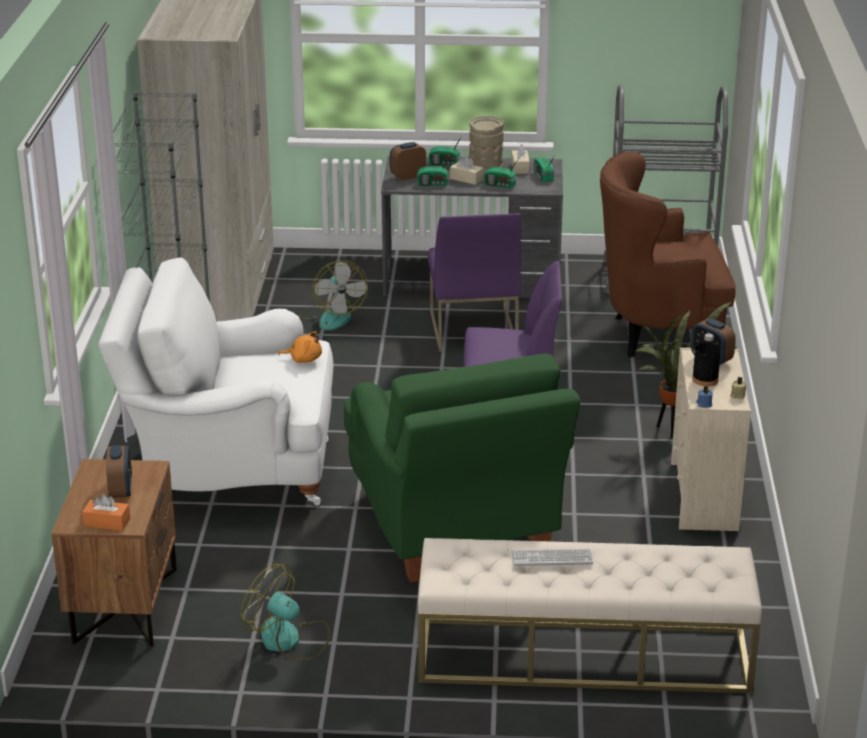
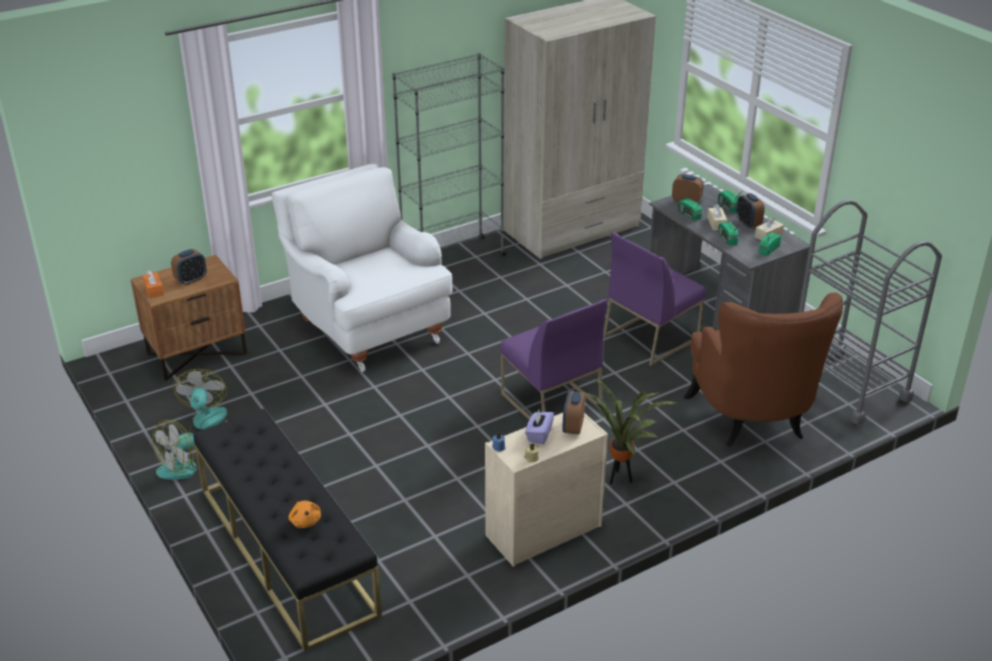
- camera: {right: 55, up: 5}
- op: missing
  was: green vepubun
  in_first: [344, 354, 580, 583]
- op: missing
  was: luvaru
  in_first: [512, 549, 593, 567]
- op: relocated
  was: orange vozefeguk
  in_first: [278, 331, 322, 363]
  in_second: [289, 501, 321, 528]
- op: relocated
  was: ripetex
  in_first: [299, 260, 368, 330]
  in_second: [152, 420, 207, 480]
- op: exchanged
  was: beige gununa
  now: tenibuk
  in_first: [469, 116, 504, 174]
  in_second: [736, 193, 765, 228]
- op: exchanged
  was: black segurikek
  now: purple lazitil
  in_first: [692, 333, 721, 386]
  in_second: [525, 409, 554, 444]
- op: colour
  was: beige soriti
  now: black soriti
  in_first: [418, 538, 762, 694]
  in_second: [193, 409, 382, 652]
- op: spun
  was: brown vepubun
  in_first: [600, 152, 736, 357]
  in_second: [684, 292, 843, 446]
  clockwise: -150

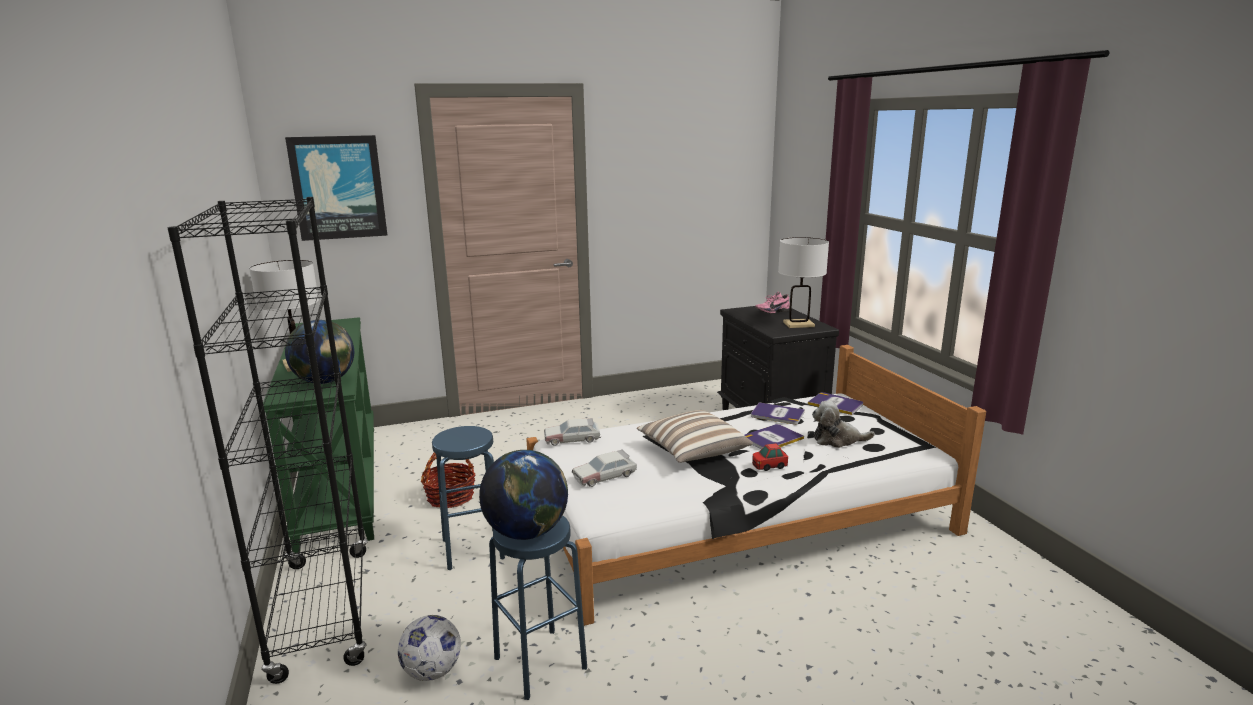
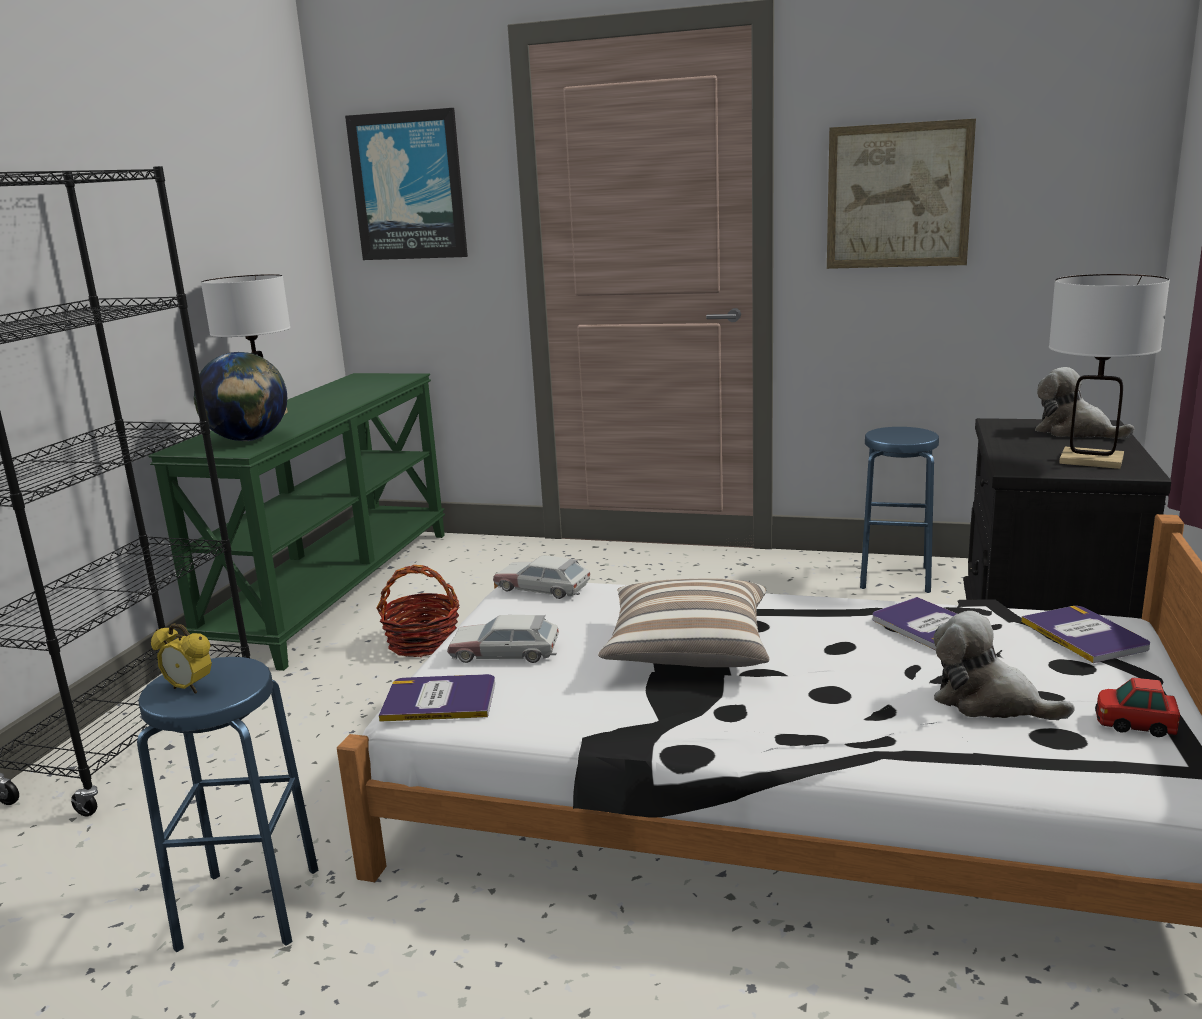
- camera: {right: 35, up: 0}
- op: missing
  was: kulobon
  in_first: [398, 615, 461, 681]
- op: appeared
  now: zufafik
  in_second: [827, 119, 976, 269]
- op: relocated
  was: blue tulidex
  in_first: [432, 426, 505, 570]
  in_second: [860, 427, 939, 593]
- op: relocated
  was: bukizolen
  in_first: [745, 424, 804, 449]
  in_second: [379, 674, 495, 722]
- op: relocated
  was: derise
  in_first: [752, 443, 788, 471]
  in_second: [1096, 678, 1180, 737]
- op: exchanged
  was: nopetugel
  now: tenibuk
  in_first: [479, 450, 568, 540]
  in_second: [151, 624, 212, 694]
- op: exchanged
  was: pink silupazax
  now: vozefeguk
  in_first: [755, 292, 790, 314]
  in_second: [1035, 367, 1134, 439]

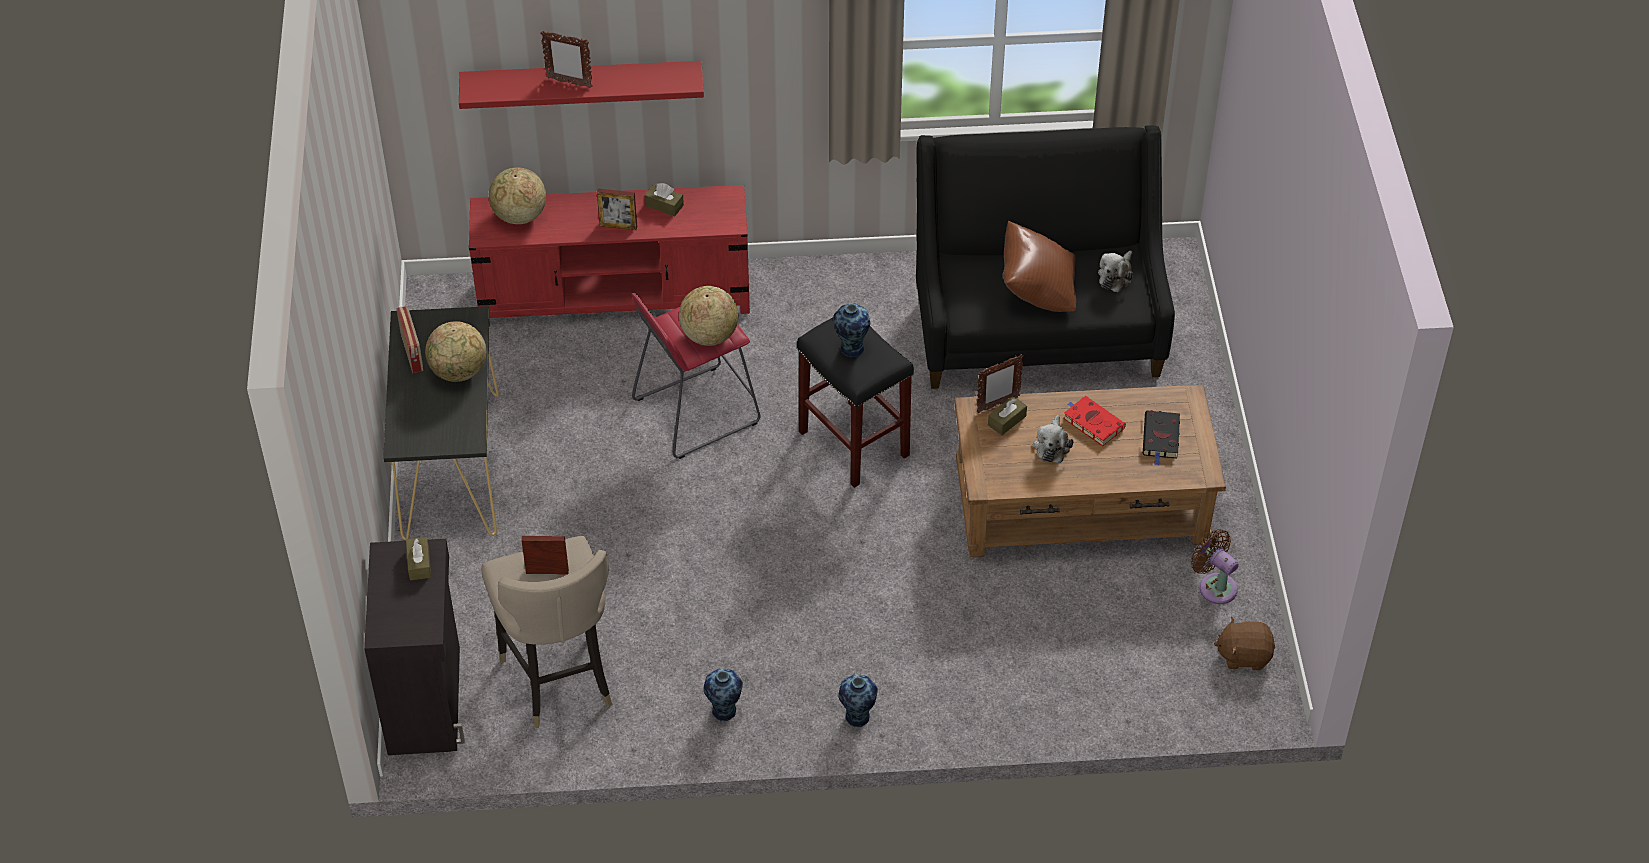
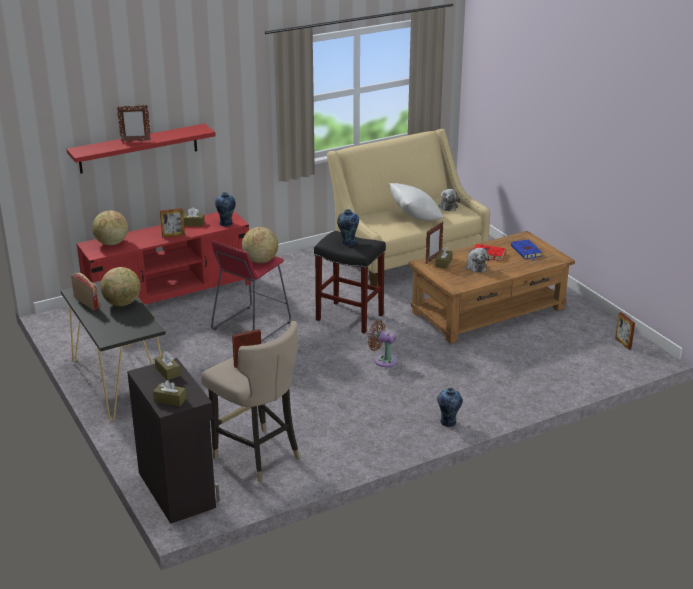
- camera: {right: -25, up: -20}
- op: appeared
  now: brown lazitil
  in_second: [153, 380, 186, 406]
- op: relocated
  was: gununa
  in_first: [703, 668, 743, 721]
  in_second: [215, 192, 236, 227]
- op: relocated
  was: brown ripetex
  in_first: [1191, 529, 1239, 604]
  in_second: [368, 320, 397, 367]
- op: exchanged
  was: brown vozefeguk
  now: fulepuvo
  in_first: [1214, 617, 1275, 670]
  in_second: [615, 312, 635, 350]
- op: colour
  was: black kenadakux
  now: beige kenadakux
  in_first: [916, 125, 1175, 389]
  in_second: [327, 129, 490, 287]
- op: colour
  was: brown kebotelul
  now: white kebotelul
  in_first: [1003, 220, 1076, 312]
  in_second: [389, 183, 443, 221]
- op: colour
  was: black bukizolen
  now: blue bukizolen
  in_first: [1143, 410, 1180, 465]
  in_second: [511, 239, 542, 261]

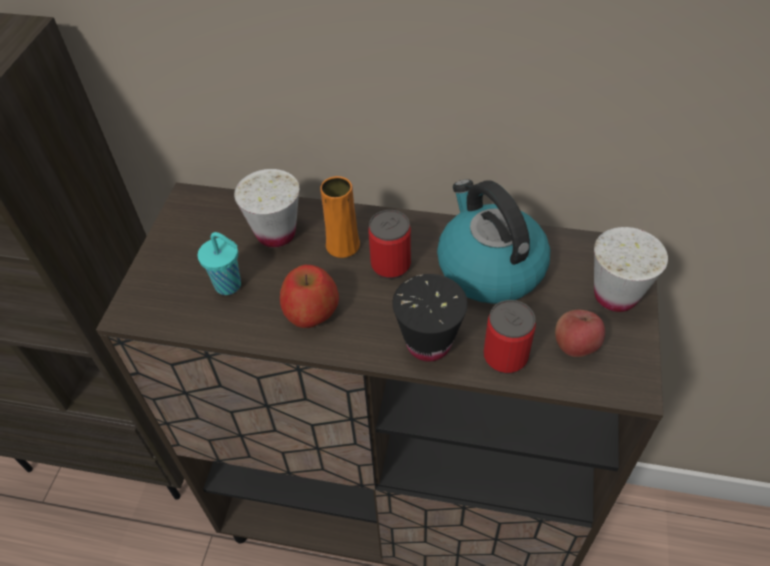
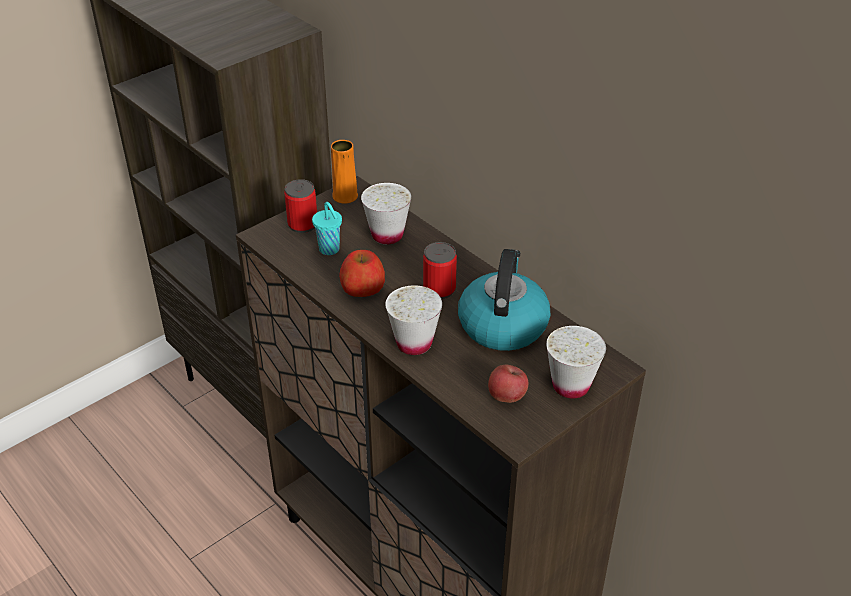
- camera: {right: 35, up: -10}
- op: relocated
  was: orange gununa
  in_first: [320, 176, 360, 258]
  in_second: [331, 140, 358, 204]
- op: relocated
  was: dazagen
  in_first: [483, 300, 536, 374]
  in_second: [284, 179, 317, 233]
- op: colour
  was: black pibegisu
  now: white pibegisu
  in_first: [392, 274, 468, 361]
  in_second: [385, 285, 442, 355]

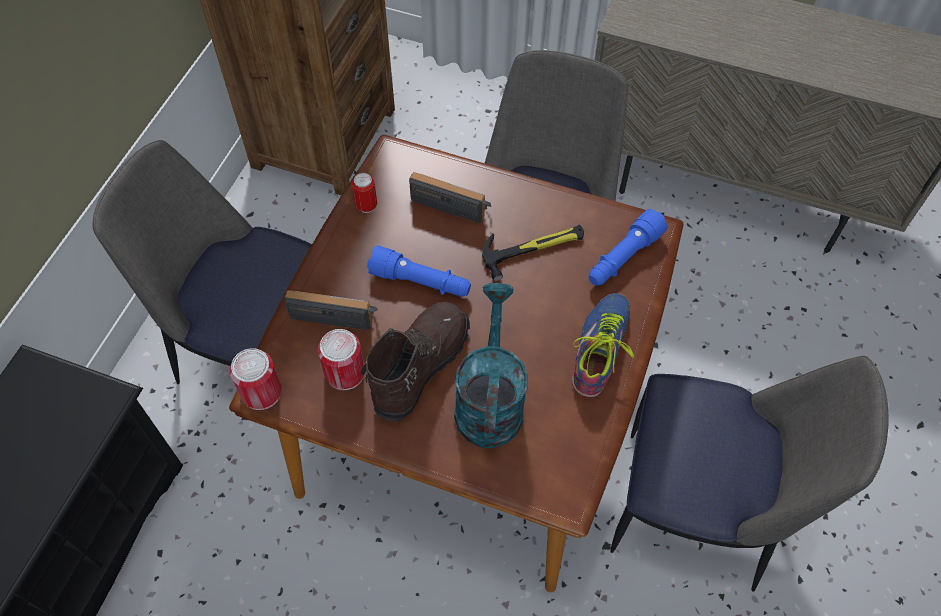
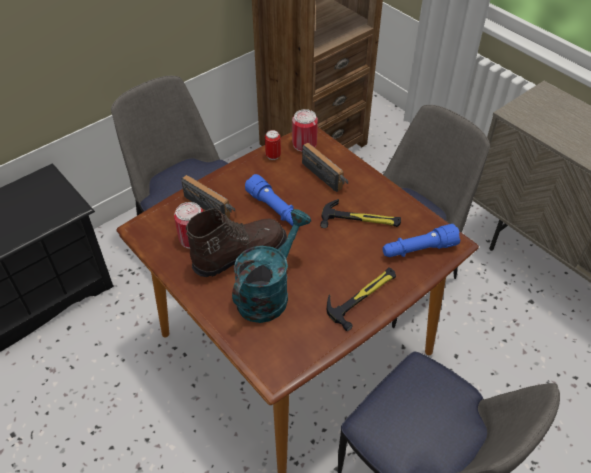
- camera: {right: 30, up: -10}
- op: relocated
  was: dazagen
  in_first: [230, 348, 282, 410]
  in_second: [292, 109, 318, 152]
- op: exchanged
  was: silupazax
  now: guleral
  in_first: [572, 293, 635, 397]
  in_second: [327, 267, 396, 331]

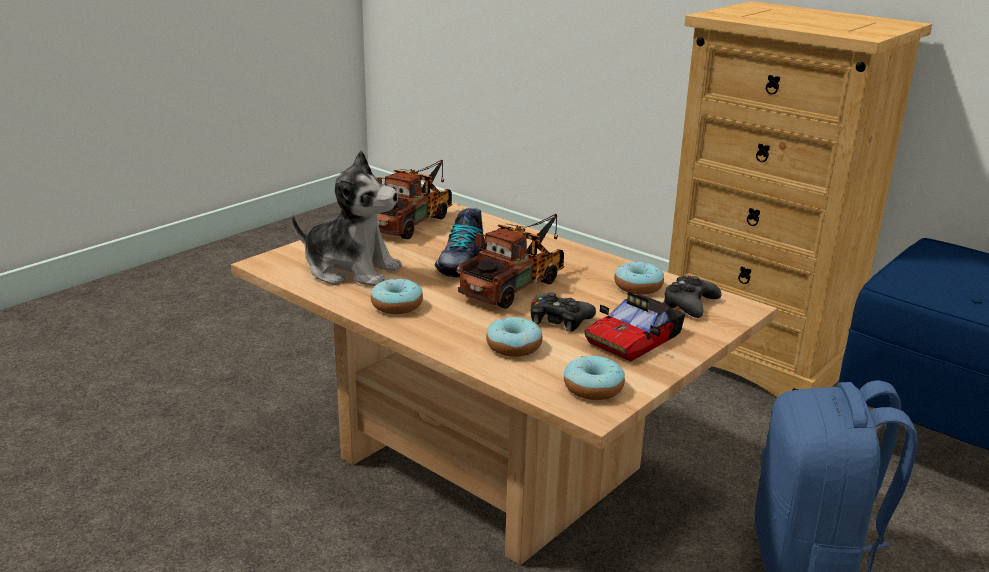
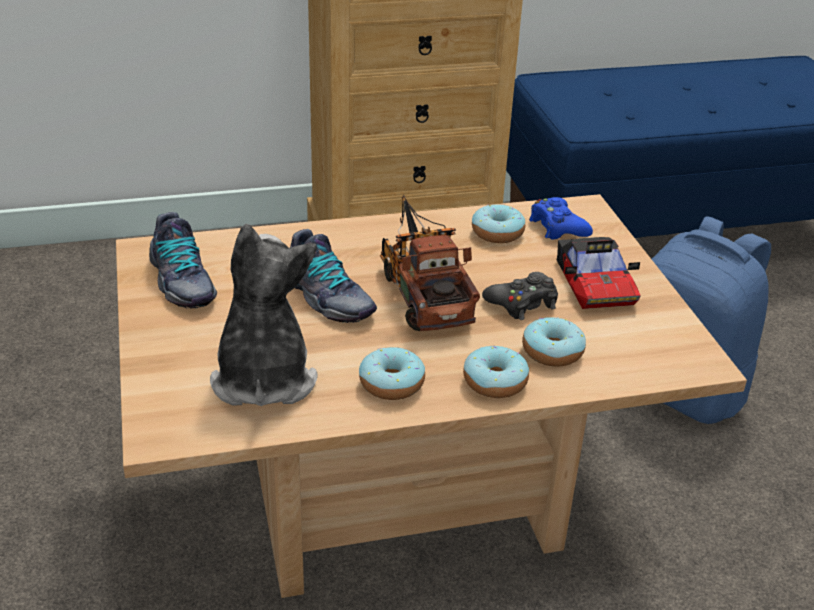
- camera: {right: -55, up: 10}
- op: relocated
  was: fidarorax
  in_first: [564, 356, 625, 400]
  in_second: [463, 346, 529, 398]
- op: exchanged
  was: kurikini
  now: silupazax
  in_first: [377, 160, 453, 239]
  in_second: [149, 212, 217, 309]
- op: colour
  was: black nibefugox
  now: blue nibefugox
  in_first: [663, 275, 721, 318]
  in_second: [529, 197, 593, 240]
- op: spun
  was: vozefeguk
  in_first: [291, 151, 402, 286]
  in_second: [210, 224, 318, 406]
  clockwise: -60

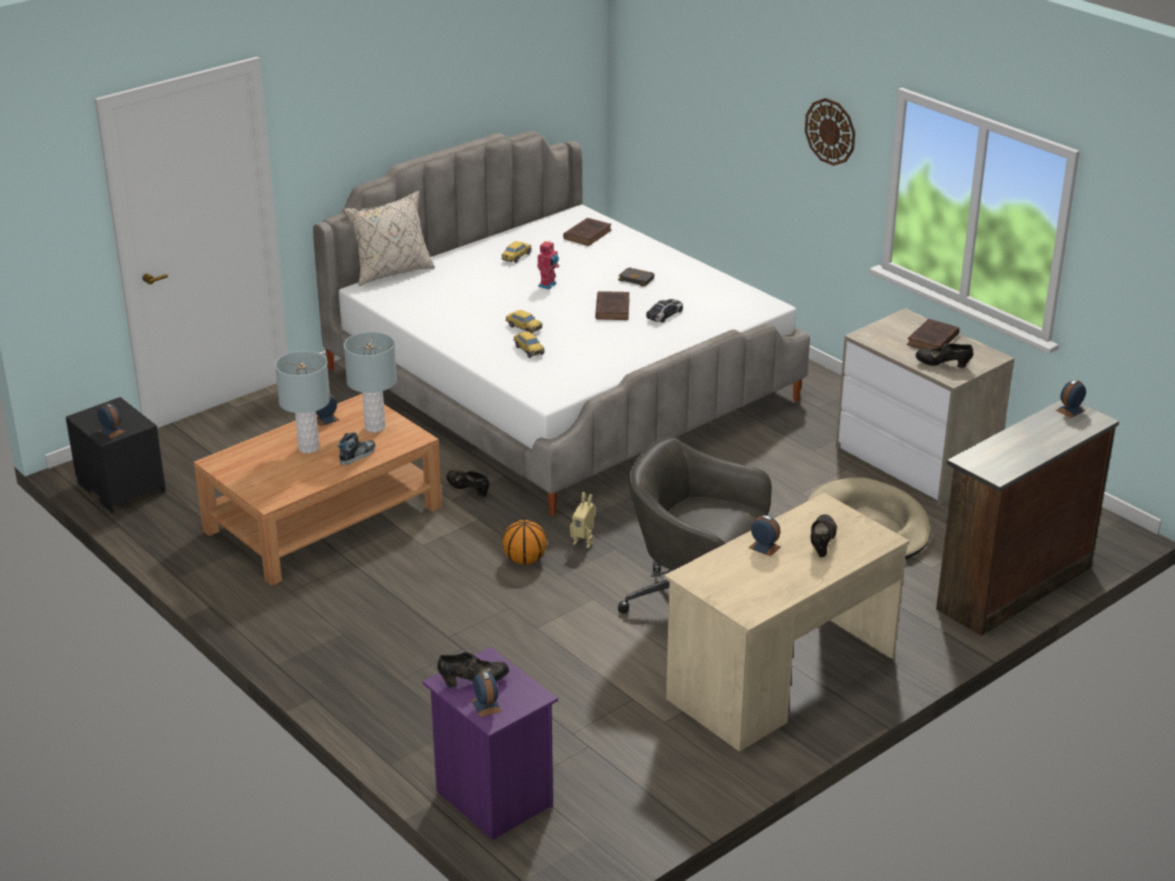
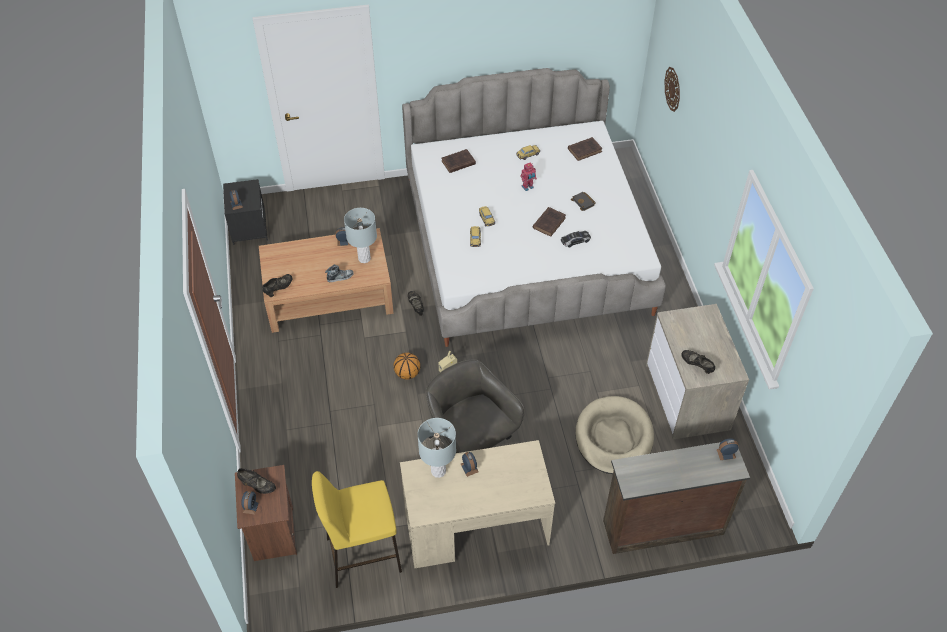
- camera: {right: 30, up: 20}
- op: missing
  was: beige kebotelul
  in_first: [343, 191, 435, 286]
- op: appeared
  now: yellow tulidex
  in_second: [312, 471, 402, 588]
- op: relocated
  was: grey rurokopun
  in_first: [275, 351, 330, 453]
  in_second: [418, 418, 456, 478]
- op: relocated
  was: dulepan
  in_first: [805, 98, 855, 166]
  in_second: [665, 67, 680, 112]
- op: relocated
  was: black silupazax
  in_first: [811, 514, 837, 557]
  in_second: [263, 274, 292, 297]
- op: relocated
  was: brown bukizolen
  in_first: [907, 319, 960, 349]
  in_second: [442, 149, 476, 173]
- op: colour
  was: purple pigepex
  now: brown pigepex
  in_first: [422, 647, 558, 840]
  in_second: [235, 465, 297, 561]

